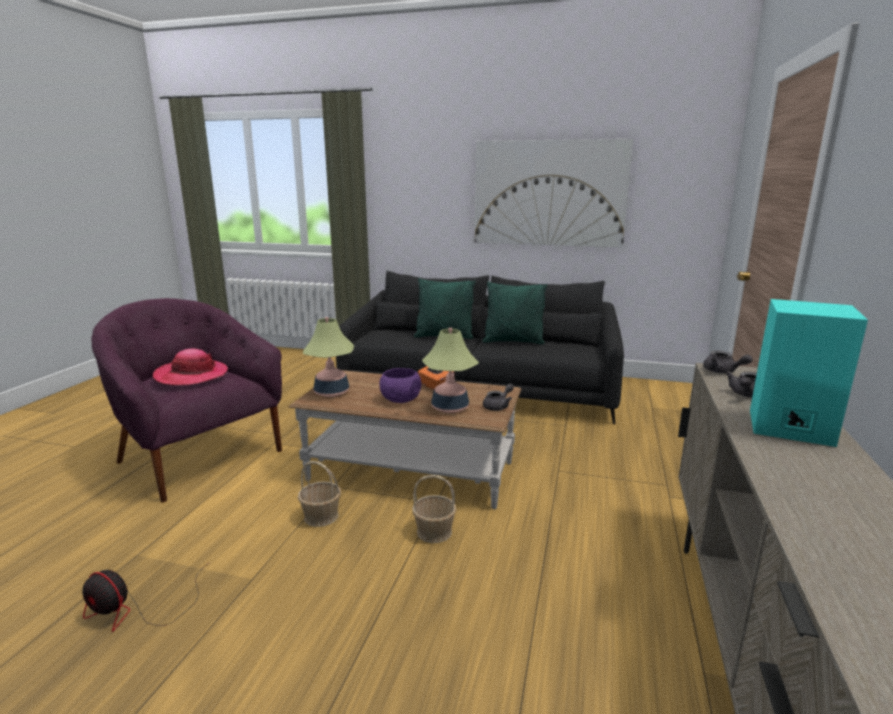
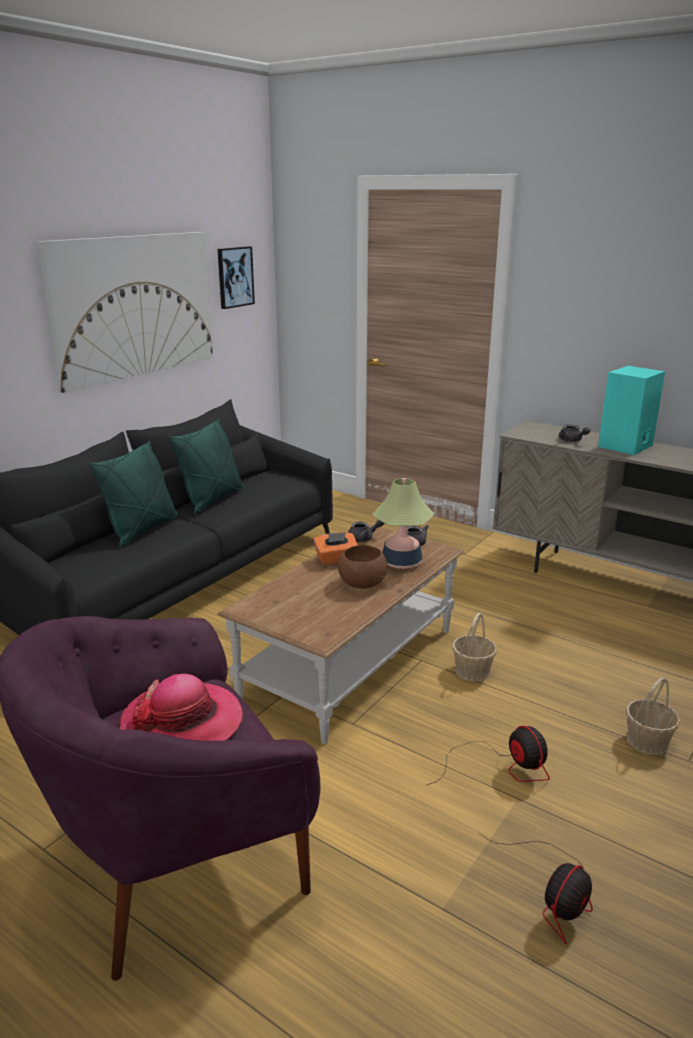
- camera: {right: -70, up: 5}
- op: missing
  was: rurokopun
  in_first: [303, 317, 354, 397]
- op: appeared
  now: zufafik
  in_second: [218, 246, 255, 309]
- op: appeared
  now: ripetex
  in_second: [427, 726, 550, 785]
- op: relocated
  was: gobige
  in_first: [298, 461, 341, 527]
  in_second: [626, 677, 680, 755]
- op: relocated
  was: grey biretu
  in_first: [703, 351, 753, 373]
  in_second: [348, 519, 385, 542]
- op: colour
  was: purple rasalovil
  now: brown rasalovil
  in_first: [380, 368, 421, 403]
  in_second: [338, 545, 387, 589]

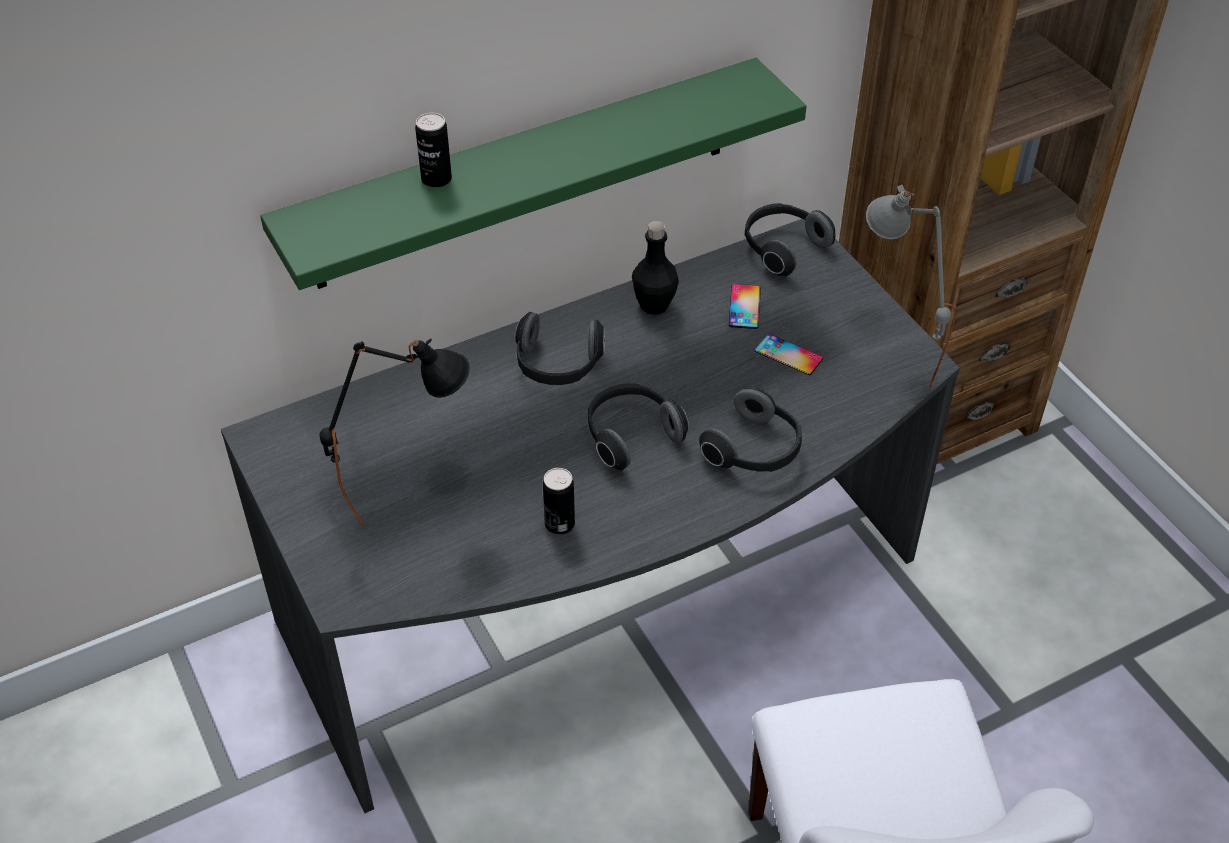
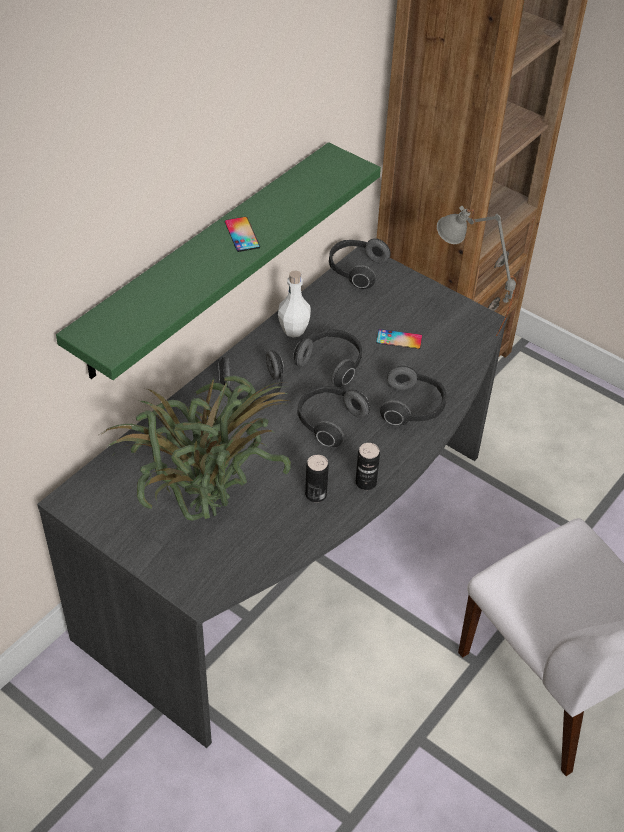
- camera: {right: -25, up: 0}
- op: appeared
  now: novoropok
  in_second: [293, 329, 362, 387]
- op: relocated
  was: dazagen
  in_first: [415, 113, 452, 188]
  in_second: [355, 443, 380, 490]
- op: relocated
  was: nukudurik
  in_first: [729, 284, 761, 329]
  in_second: [225, 217, 260, 252]
- op: exchanged
  was: black rurokopun
  now: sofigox
  in_first: [319, 339, 470, 528]
  in_second: [102, 376, 291, 521]
- op: colour
  was: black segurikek
  now: white segurikek
  in_first: [632, 221, 679, 315]
  in_second: [278, 270, 311, 338]

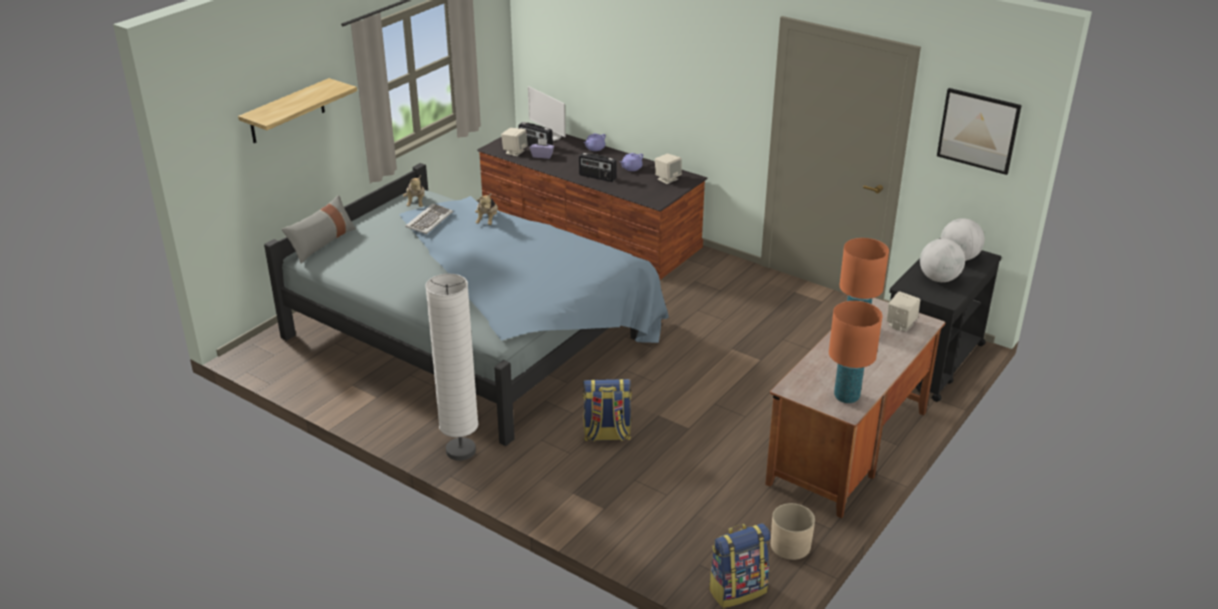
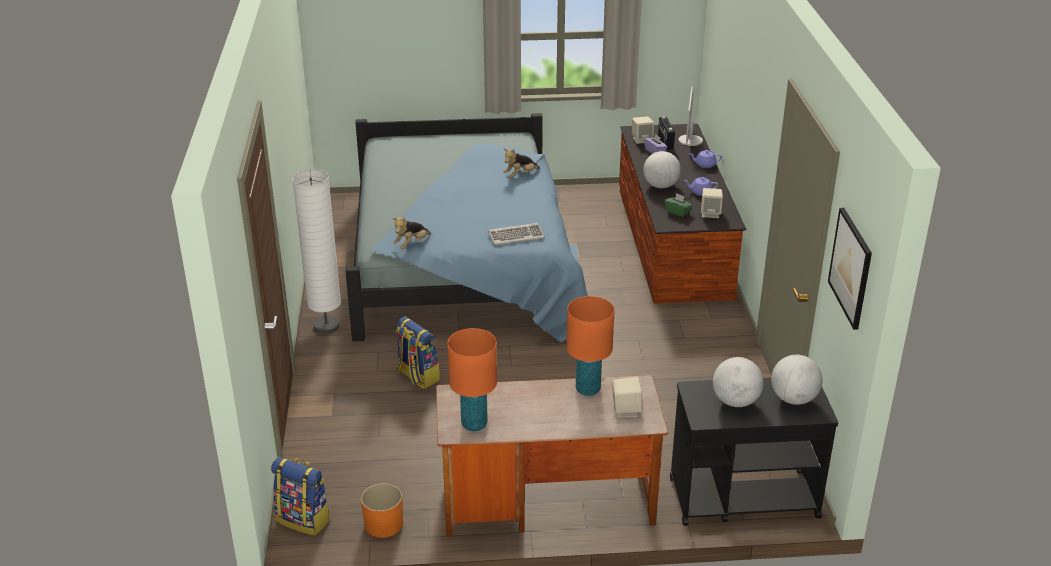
- camera: {right: 50, up: 0}
- op: missing
  was: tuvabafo
  in_first: [238, 78, 357, 143]
- op: missing
  was: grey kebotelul
  in_first: [282, 195, 356, 264]
- op: appeared
  now: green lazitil
  in_second: [665, 193, 692, 217]
- op: relocated
  was: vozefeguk
  in_first: [403, 175, 425, 207]
  in_second: [393, 217, 431, 249]
- op: relocated
  was: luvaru
  in_first: [405, 204, 453, 234]
  in_second: [488, 223, 545, 245]
- op: exchanged
  was: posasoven
  now: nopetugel
  in_first: [579, 153, 617, 182]
  in_second: [643, 151, 681, 188]
- op: colour
  was: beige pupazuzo
  now: orange pupazuzo
  in_first: [771, 503, 815, 560]
  in_second: [361, 483, 403, 538]

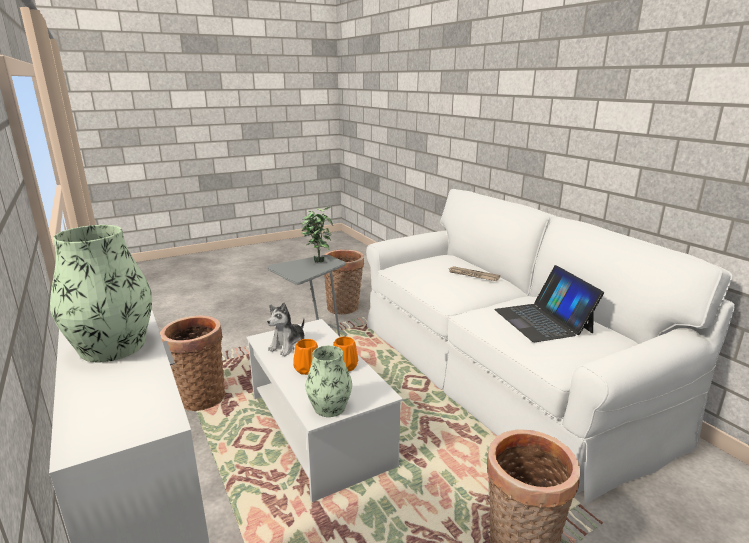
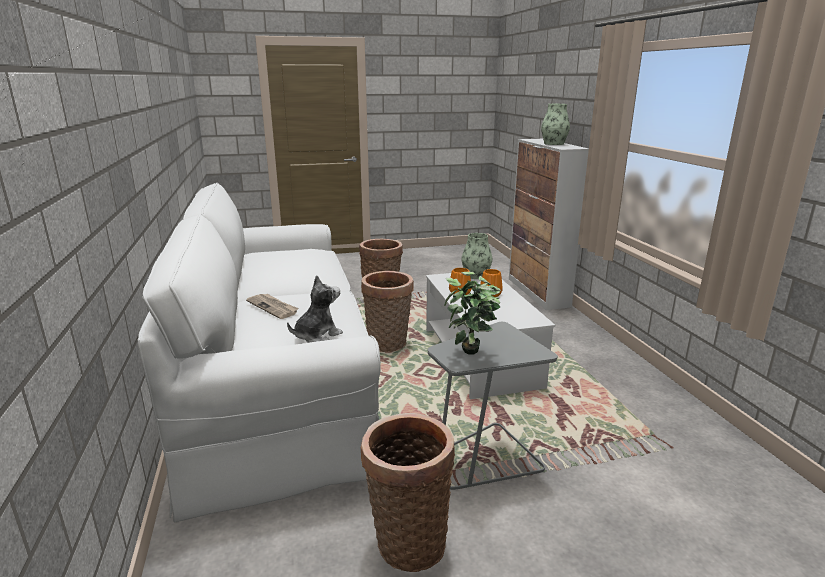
- camera: {right: -165, up: 0}
- op: missing
  was: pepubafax
  in_first: [494, 265, 604, 342]
- op: relocated
  was: gobige
  in_first: [160, 315, 225, 411]
  in_second: [361, 271, 414, 352]
- op: relocated
  was: vozefeguk
  in_first: [267, 302, 305, 356]
  in_second: [287, 275, 343, 343]

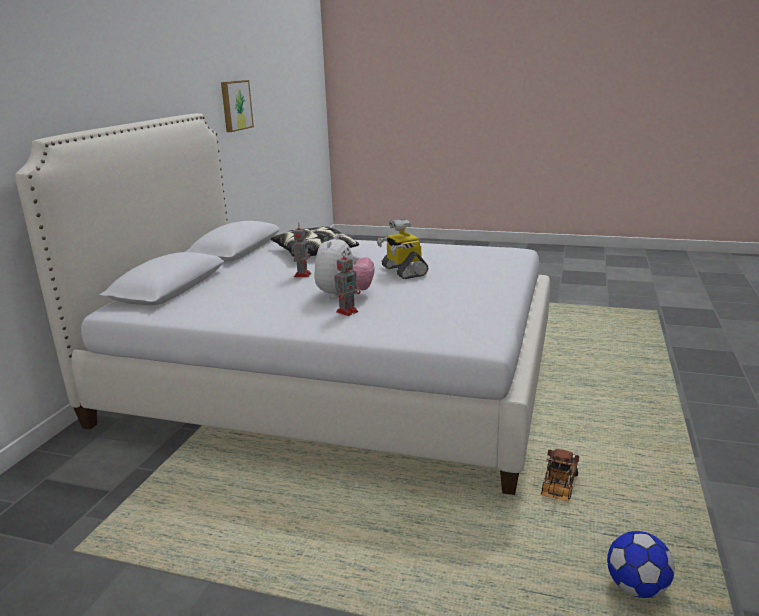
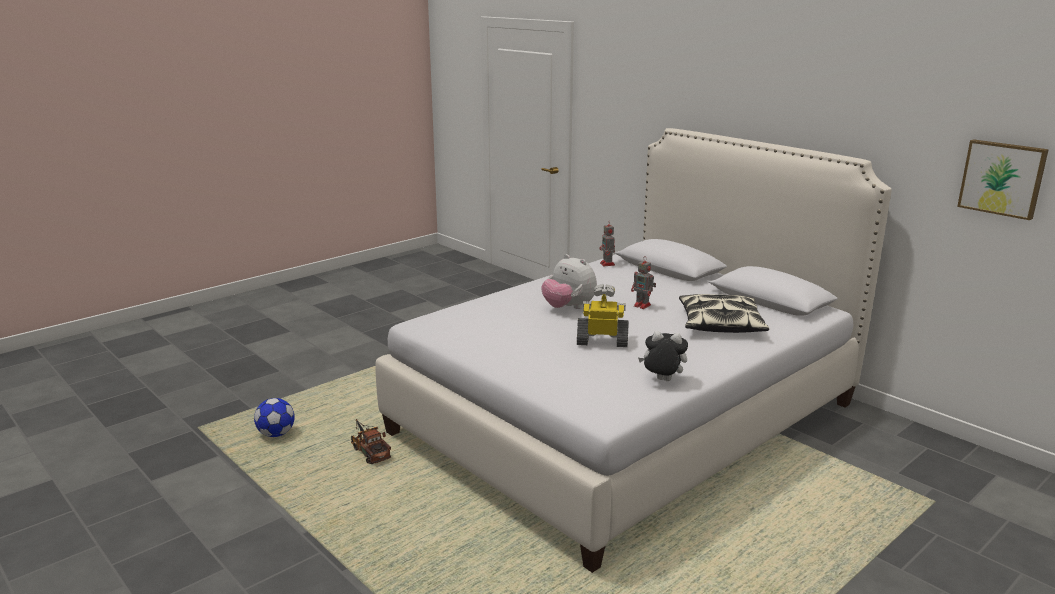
- camera: {right: 120, up: 0}
- op: appeared
  now: vozefeguk
  in_second: [638, 331, 688, 381]
- op: relocated
  was: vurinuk
  in_first: [334, 251, 361, 316]
  in_second: [600, 221, 615, 266]

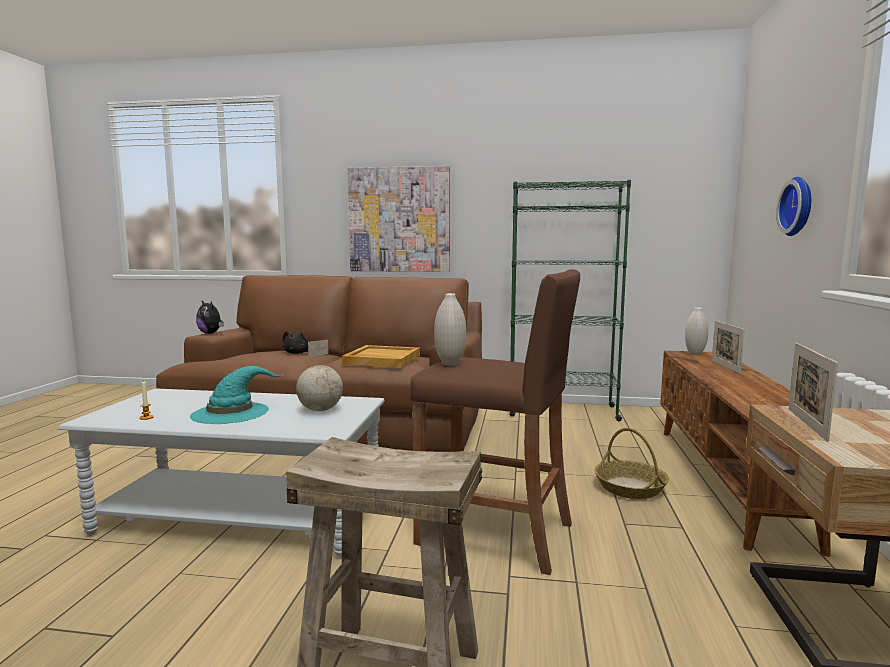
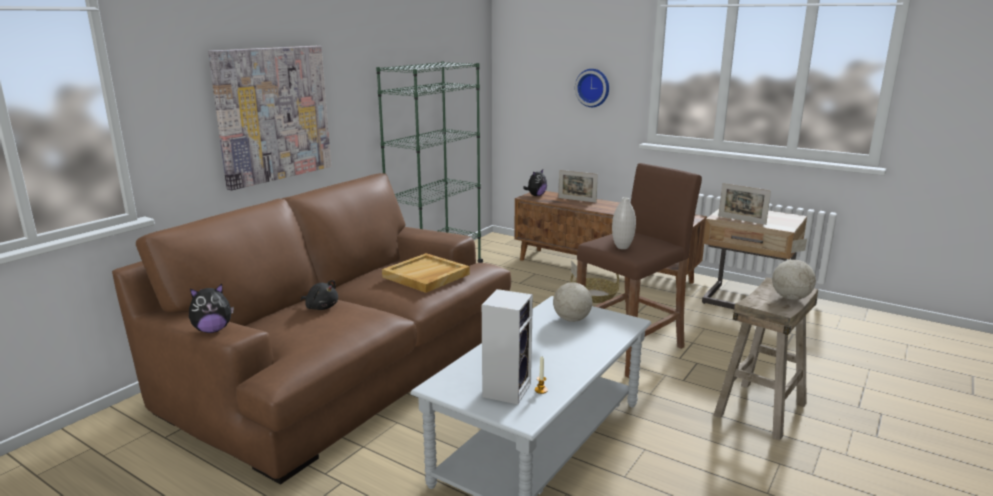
- camera: {right: -65, up: 10}
- op: missing
  was: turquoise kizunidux
  in_first: [190, 366, 284, 424]
- op: appeared
  now: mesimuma
  in_second: [482, 289, 533, 404]
- op: appeared
  now: nopetugel
  in_second: [772, 239, 816, 300]
- op: exchanged
  was: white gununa
  now: vozefeguk
  in_first: [685, 307, 709, 355]
  in_second: [523, 169, 547, 196]

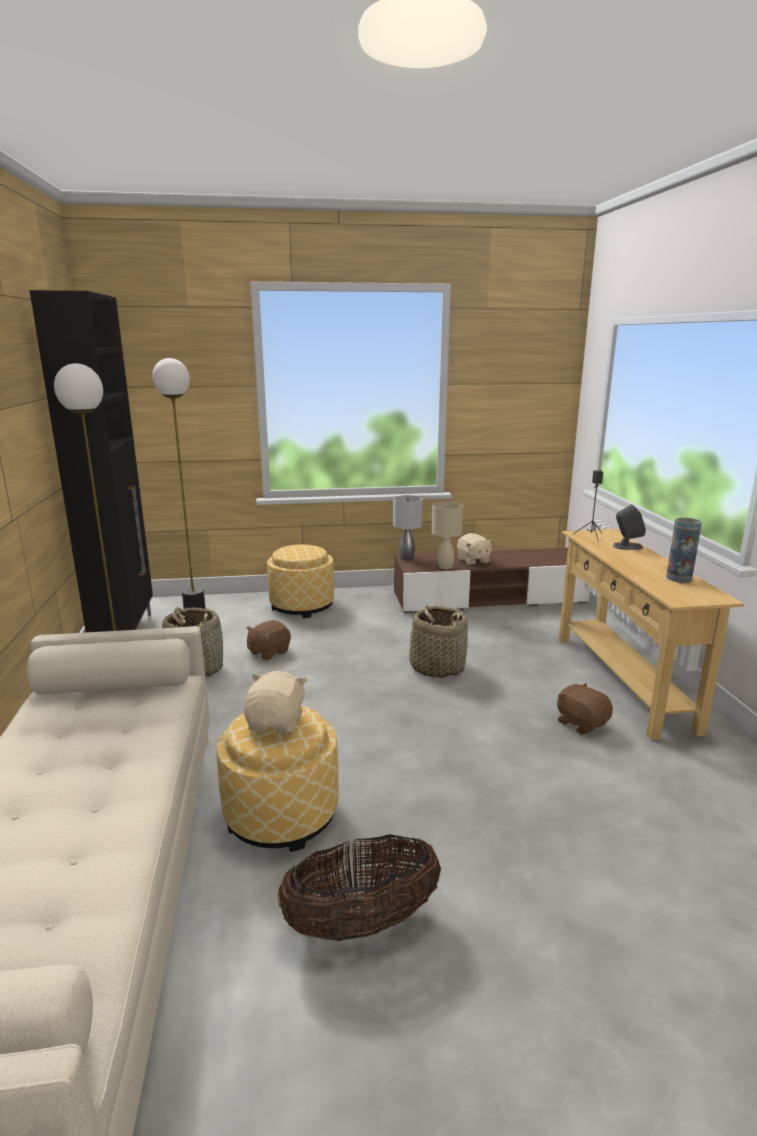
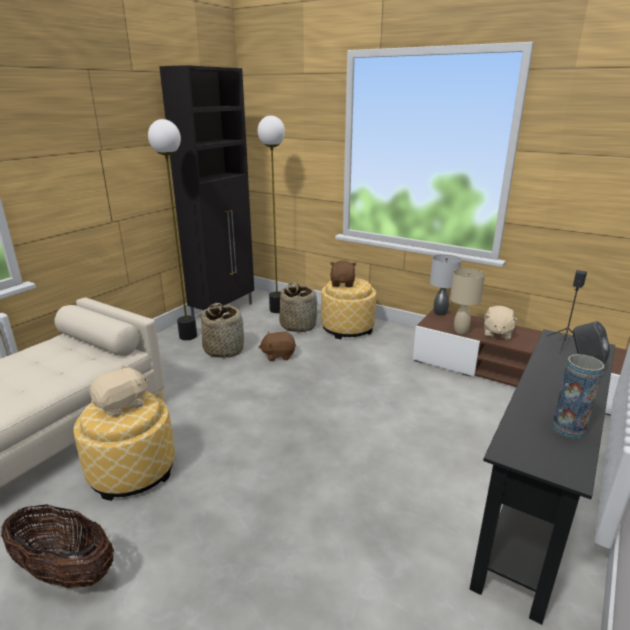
- camera: {right: 40, up: 5}
- op: relocated
  was: gobige
  in_first: [409, 605, 468, 678]
  in_second: [279, 282, 317, 332]
- op: relocated
  was: brown vozefeguk
  in_first: [557, 683, 613, 735]
  in_second: [330, 260, 356, 287]
- op: colour
  was: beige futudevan
  now: black futudevan
  in_first: [559, 529, 744, 740]
  in_second: [470, 329, 615, 625]

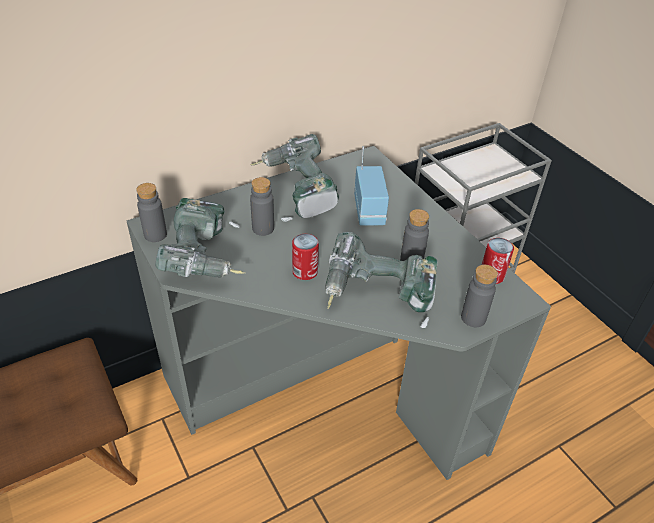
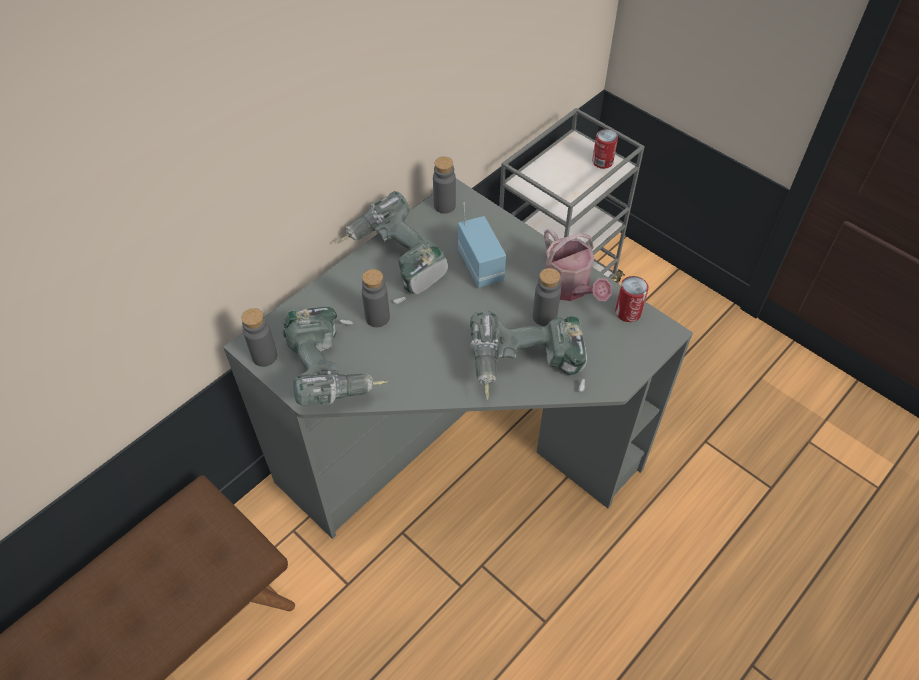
- camera: {right: -15, up: 10}
- op: appeared
  now: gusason
  in_second: [544, 228, 612, 301]
- op: relocated
  was: dazagen
  in_first: [292, 234, 319, 280]
  in_second: [592, 129, 618, 169]
- op: relocated
  was: grey segurikek
  in_first: [461, 265, 498, 327]
  in_second: [433, 157, 456, 214]

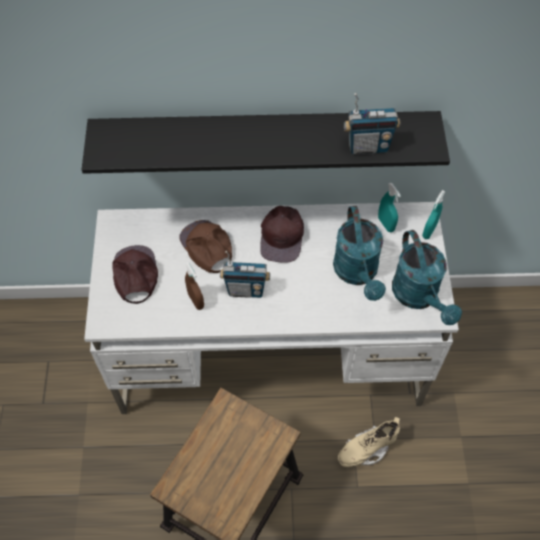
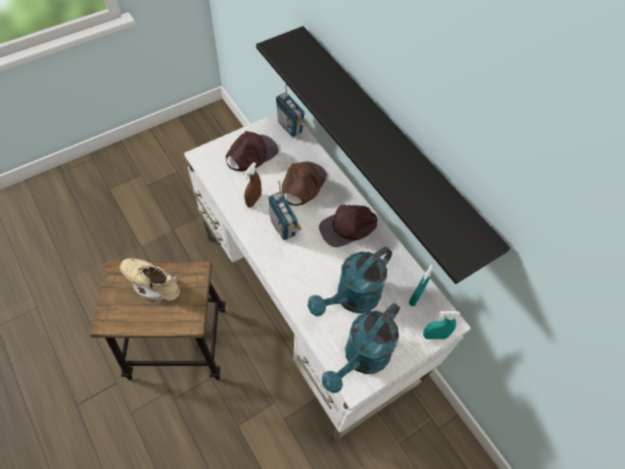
- camera: {right: 55, up: 0}
- op: relocated
  was: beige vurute
  in_first: [338, 417, 400, 467]
  in_second: [120, 258, 180, 301]
- op: relocated
  was: posasoven
  in_first: [344, 93, 400, 154]
  in_second: [276, 83, 307, 137]

